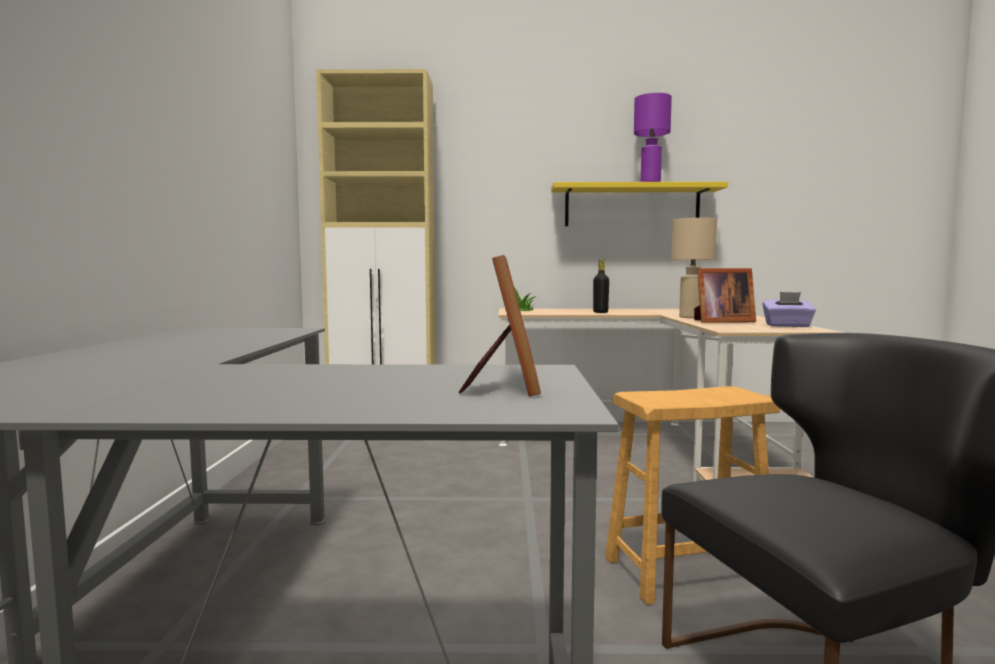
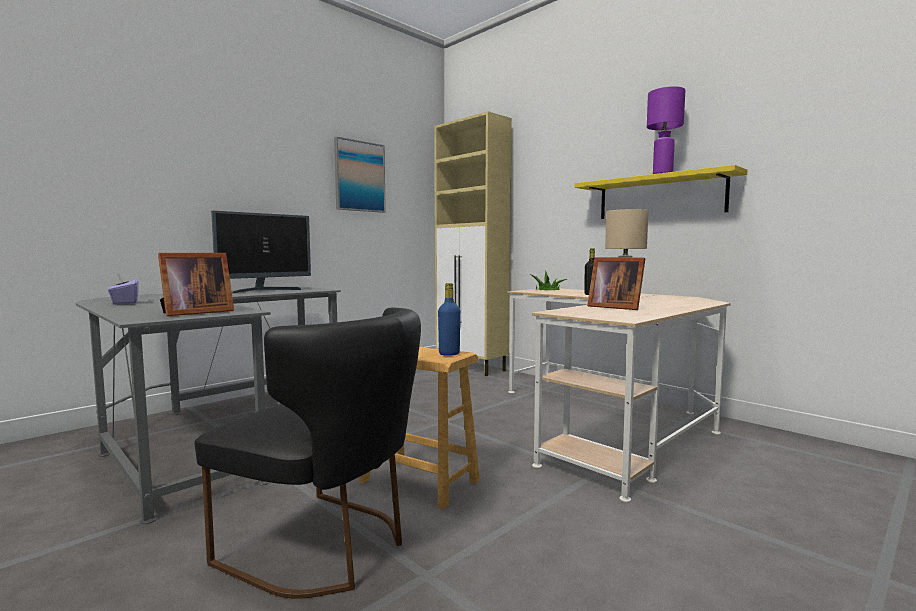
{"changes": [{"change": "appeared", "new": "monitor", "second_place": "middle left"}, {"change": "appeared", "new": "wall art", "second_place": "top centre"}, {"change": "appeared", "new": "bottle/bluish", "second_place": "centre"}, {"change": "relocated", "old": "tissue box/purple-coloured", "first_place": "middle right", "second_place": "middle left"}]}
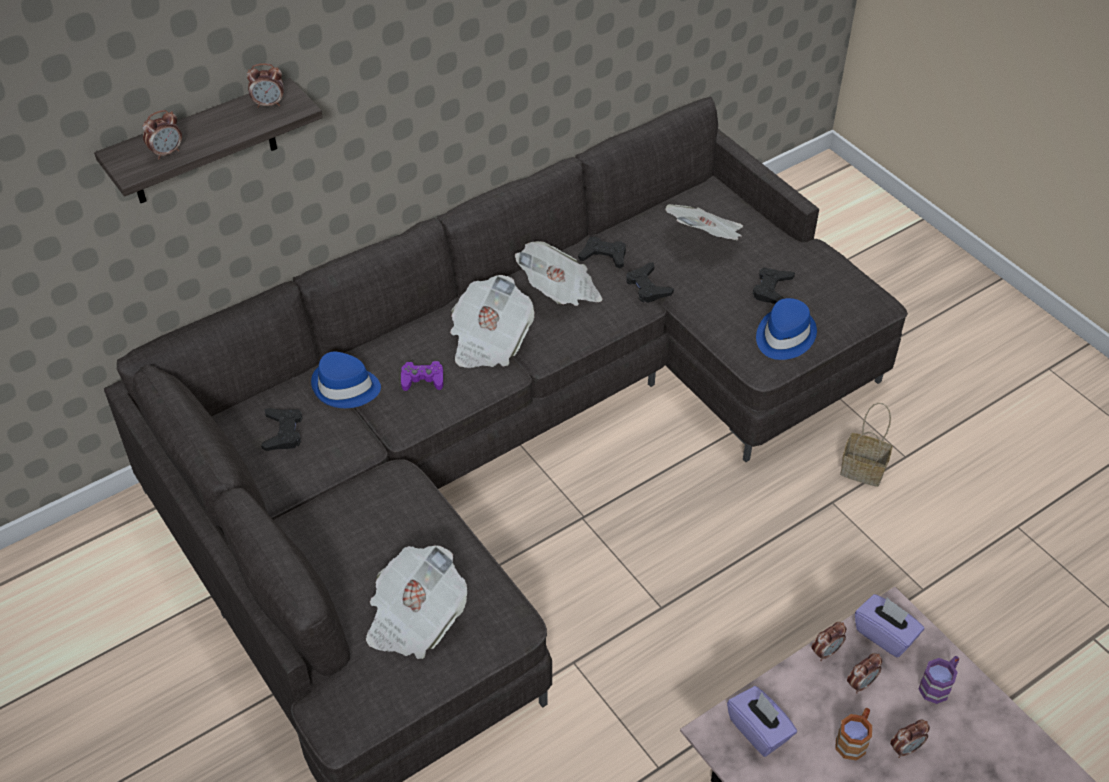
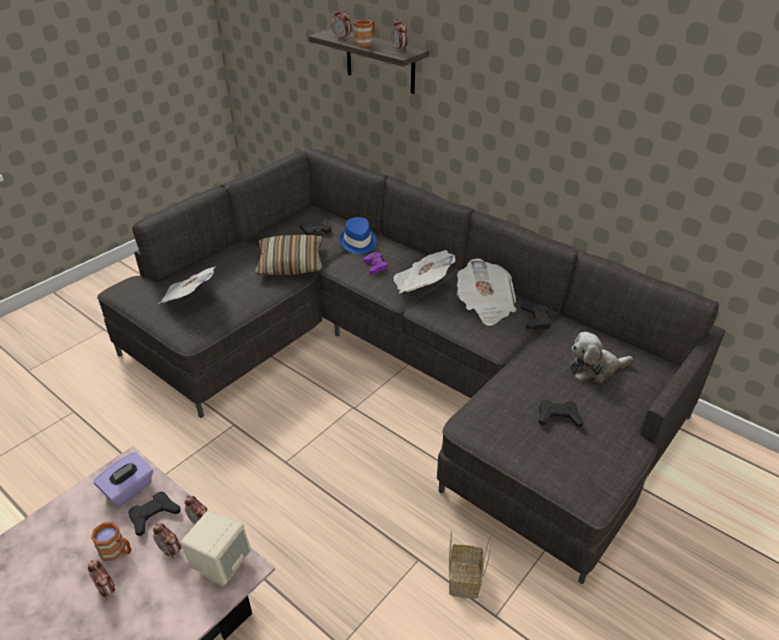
{"changes": [{"change": "missing", "old": "hat/bluish (no. 2 from left)", "first_place": "middle right"}, {"change": "missing", "old": "mug/purple-coloured", "first_place": "bottom right"}, {"change": "appeared", "new": "cushion", "second_place": "centre"}, {"change": "appeared", "new": "mug/brown-coloured (no. 2 from left)", "second_place": "top centre"}, {"change": "relocated", "old": "joypad/black (no. 3 from left in the first image)", "new": "joypad/black (no. 1 from left)", "first_place": "centre", "second_place": "bottom left"}, {"change": "exchanged", "old": "printed paper (no. 4 from left)", "new": "soft toy", "first_place": "top centre", "second_place": "middle right"}, {"change": "exchanged", "old": "tissue box/purple-coloured (no. 2 from left)", "new": "audio speaker/beige", "first_place": "bottom right", "second_place": "bottom left"}]}
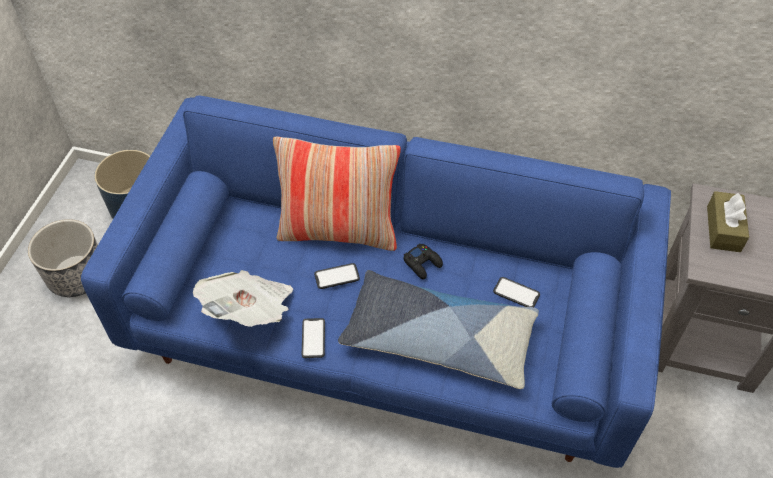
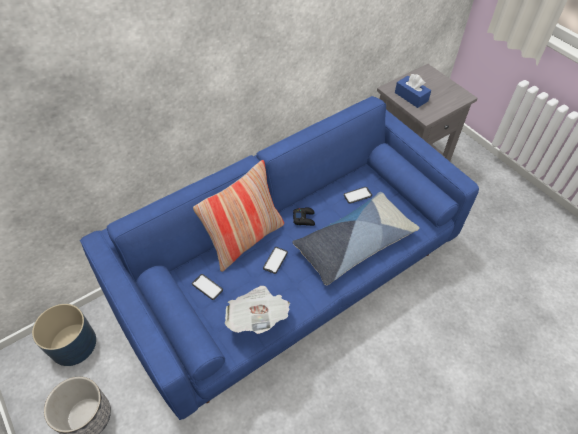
{"changes": [{"change": "relocated", "old": "handset (no. 1 from left)", "first_place": "bottom centre", "second_place": "centre"}, {"change": "colour", "old": "tissue box/brown-coloured", "new": "tissue box/bluish", "first_place": "middle right", "second_place": "top right"}]}
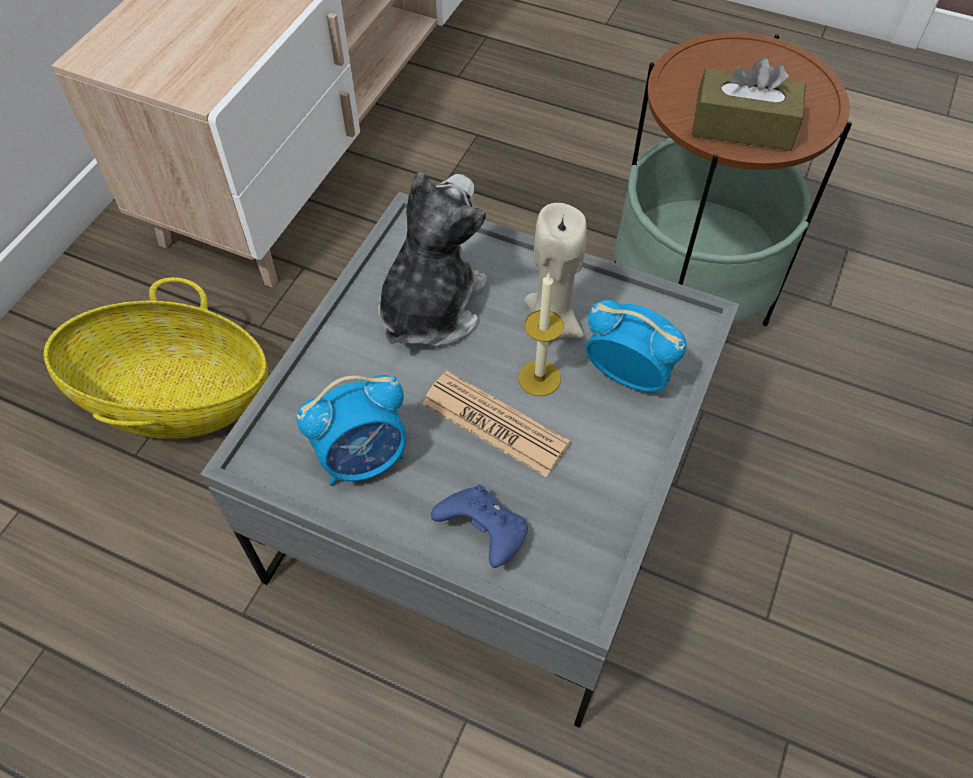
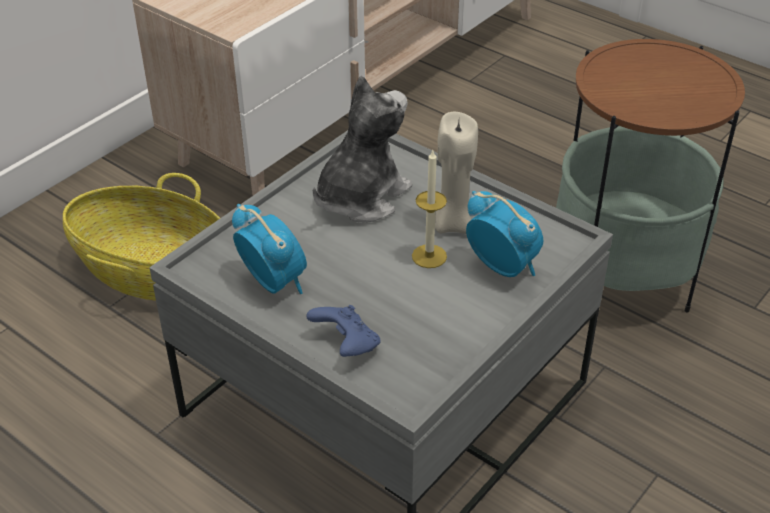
{"changes": [{"change": "missing", "old": "printed paper", "first_place": "centre"}, {"change": "missing", "old": "tissue box/brown-coloured", "first_place": "top right"}, {"change": "spun", "old": "alarm clock (no. 1 from left)", "first_place": "centre", "second_place": "centre", "degrees": -120}]}
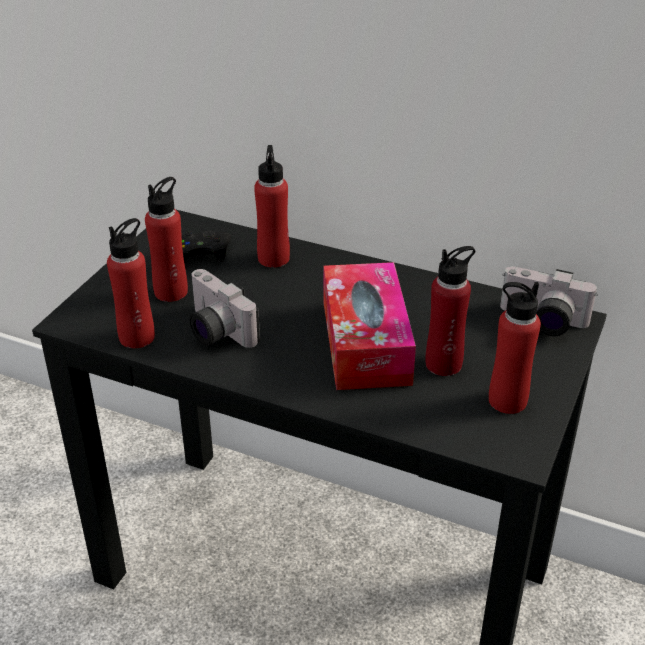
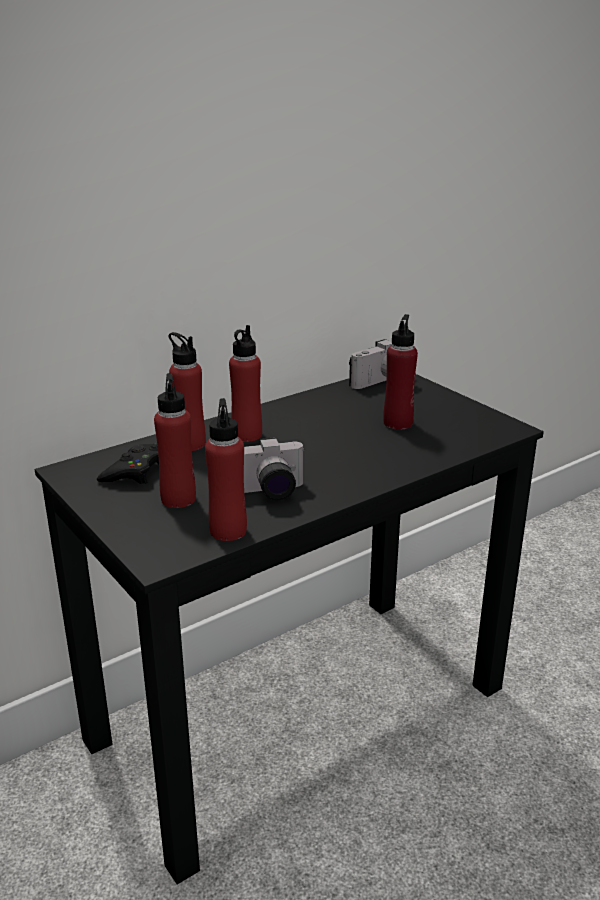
{"changes": [{"change": "missing", "old": "tissue box", "first_place": "centre"}, {"change": "relocated", "old": "bottle/red-coloured (no. 5 from left in the first image)", "new": "bottle/red-coloured (no. 4 from left)", "first_place": "middle right", "second_place": "centre"}]}
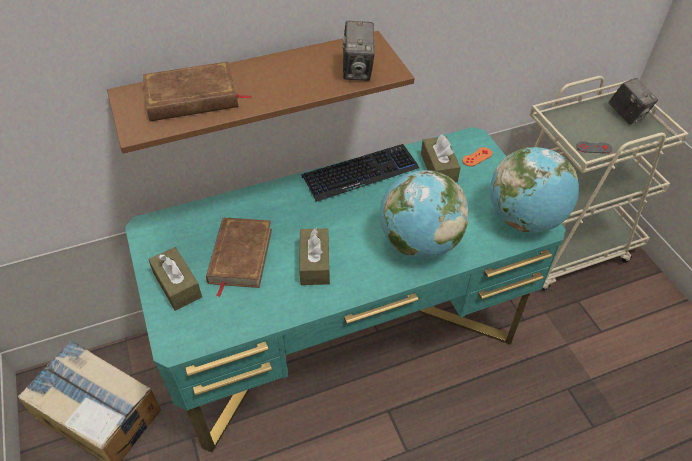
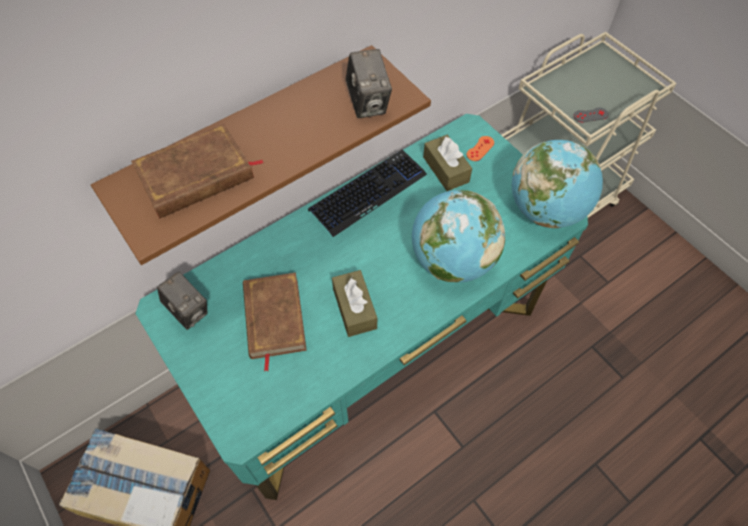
{"changes": [{"change": "missing", "old": "tissue box/brown-coloured (no. 1 from left)", "first_place": "middle left"}, {"change": "relocated", "old": "photo camera (no. 2 from left in the first image)", "new": "photo camera (no. 1 from left)", "first_place": "top right", "second_place": "middle left"}]}
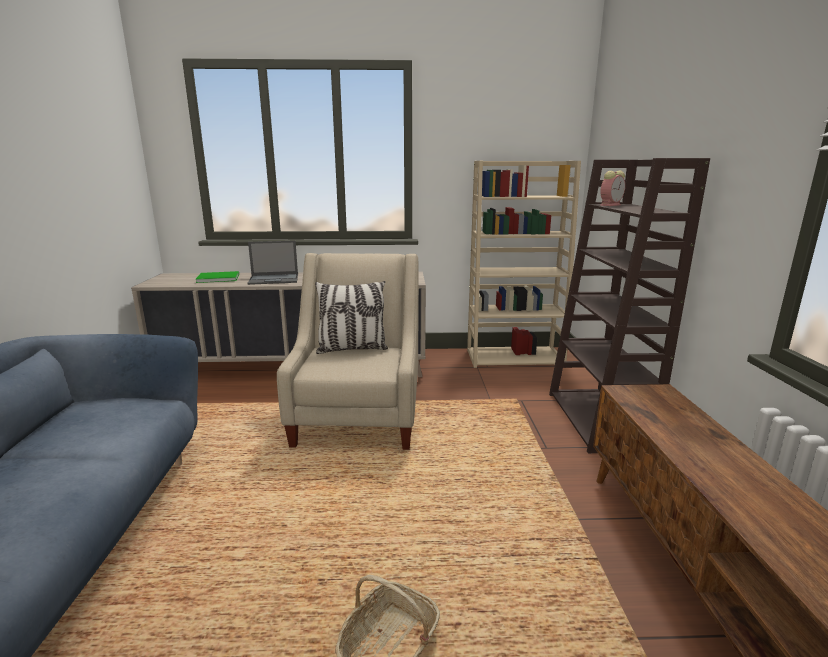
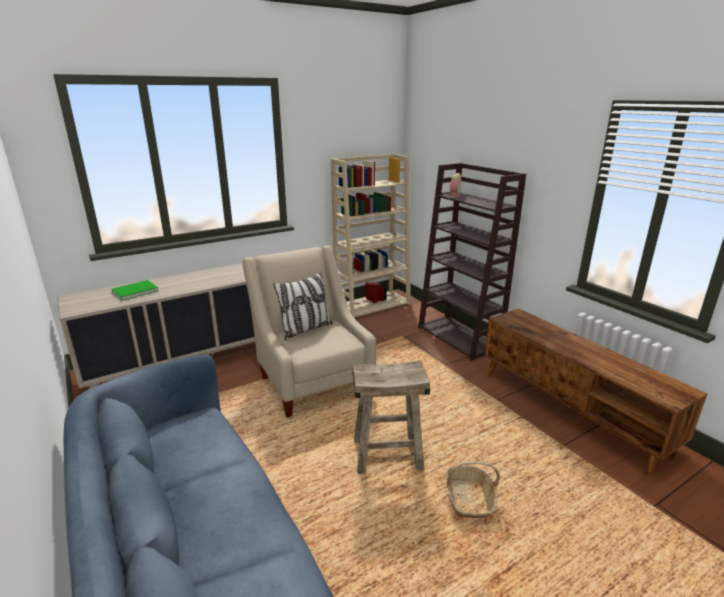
{"changes": [{"change": "missing", "old": "notebook computer", "first_place": "middle left"}, {"change": "appeared", "new": "sitting stool/beige", "second_place": "bottom centre"}]}
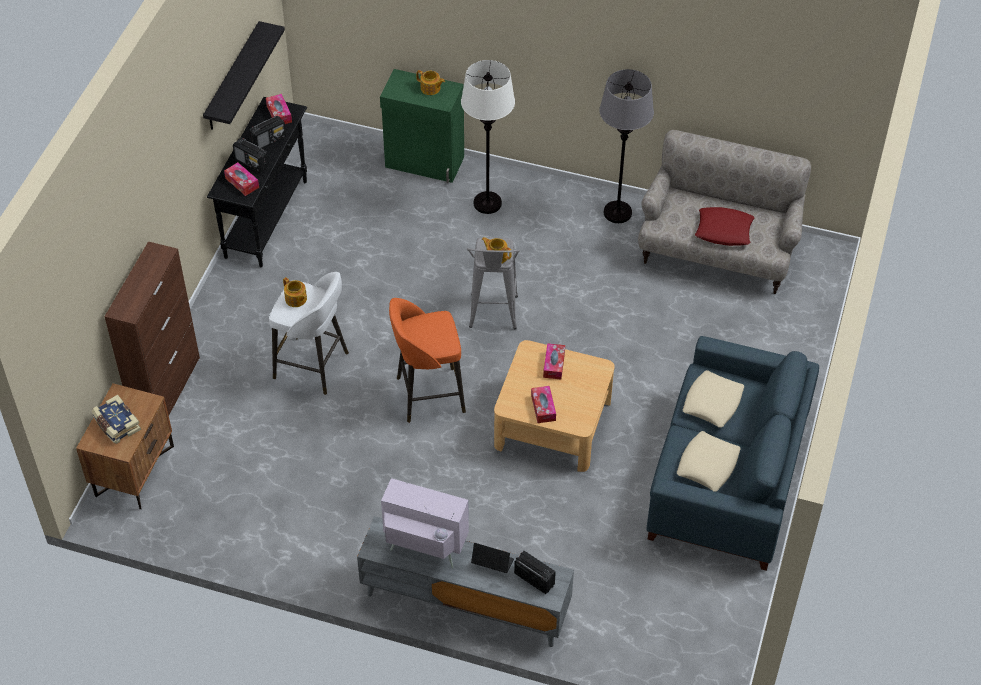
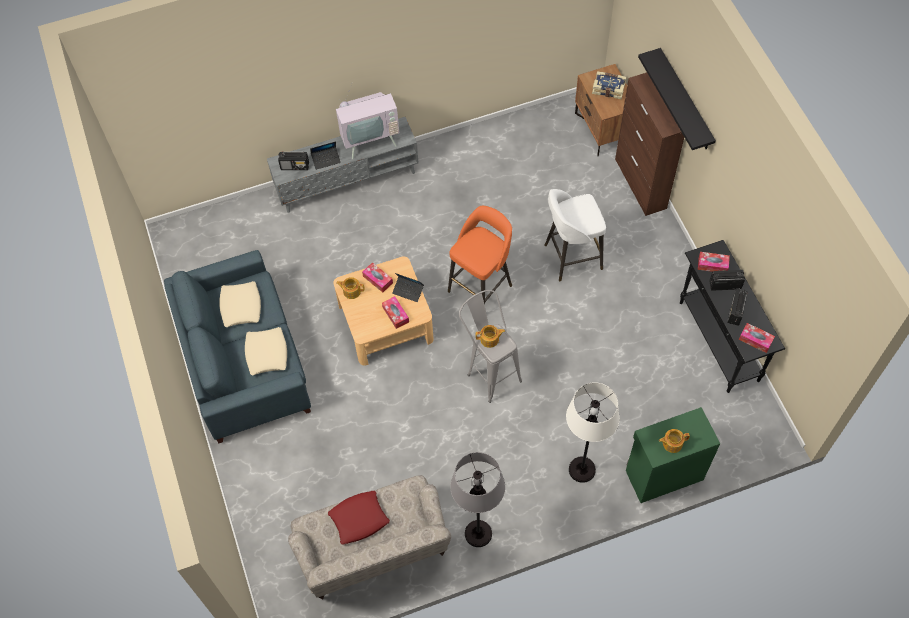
{"changes": [{"change": "appeared", "new": "notebook computer (no. 2 from left)", "second_place": "centre"}, {"change": "relocated", "old": "wall shelf/black", "first_place": "top left", "second_place": "top right"}, {"change": "relocated", "old": "teapot (no. 1 from left)", "first_place": "middle left", "second_place": "centre"}]}
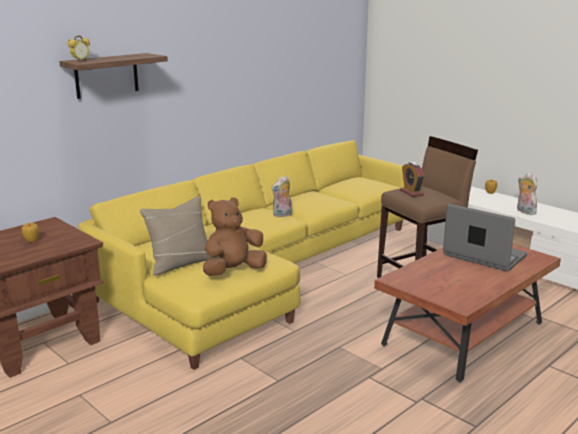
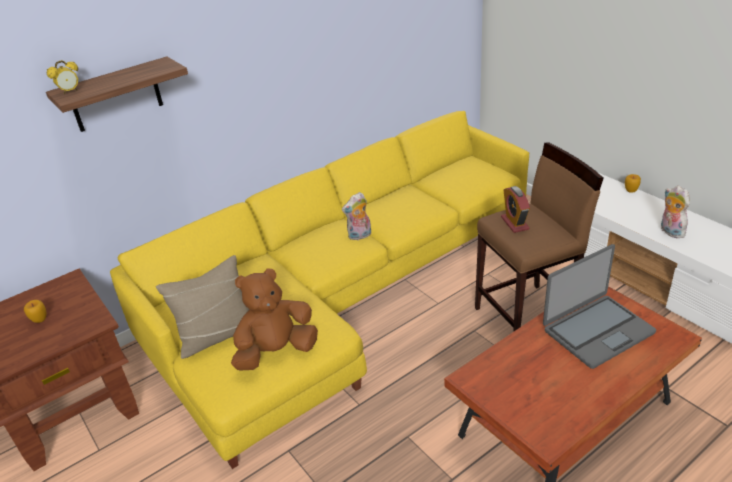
{"changes": [{"change": "spun", "old": "notebook computer", "first_place": "middle right", "second_place": "middle right", "degrees": 105}]}
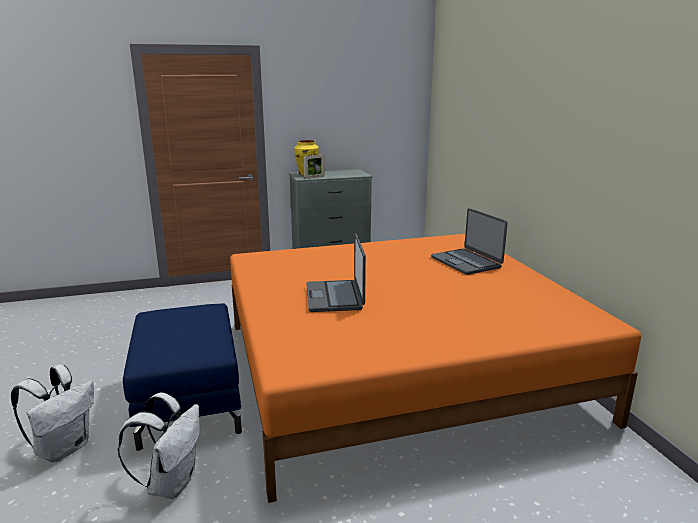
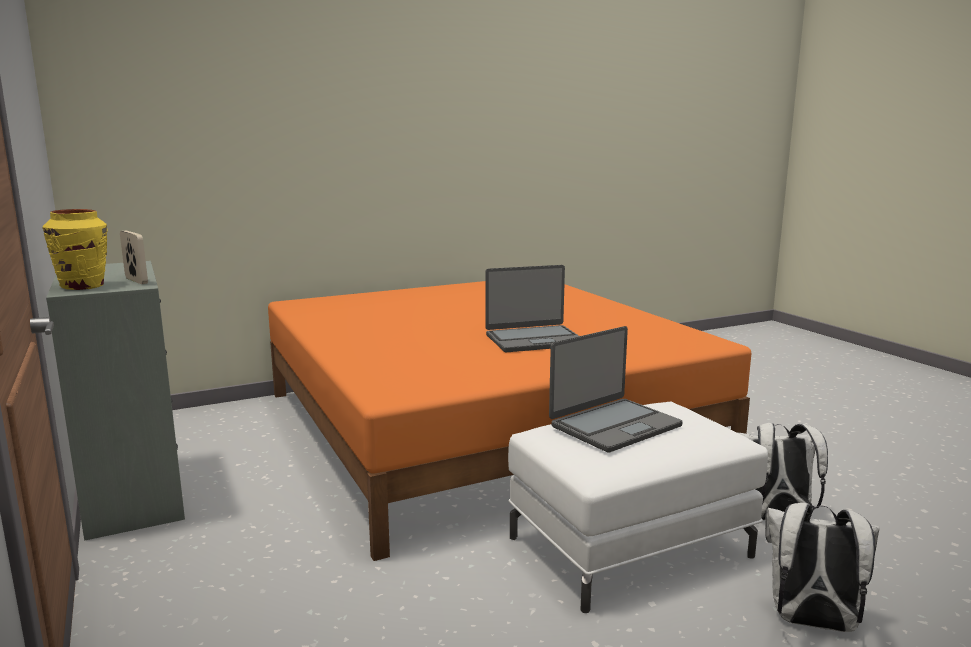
{"changes": [{"change": "relocated", "old": "notebook computer (no. 2 from left)", "first_place": "middle right", "second_place": "centre"}, {"change": "colour", "old": "pouffe/bluish", "new": "pouffe/white-coloured", "first_place": "bottom left", "second_place": "bottom centre"}]}
